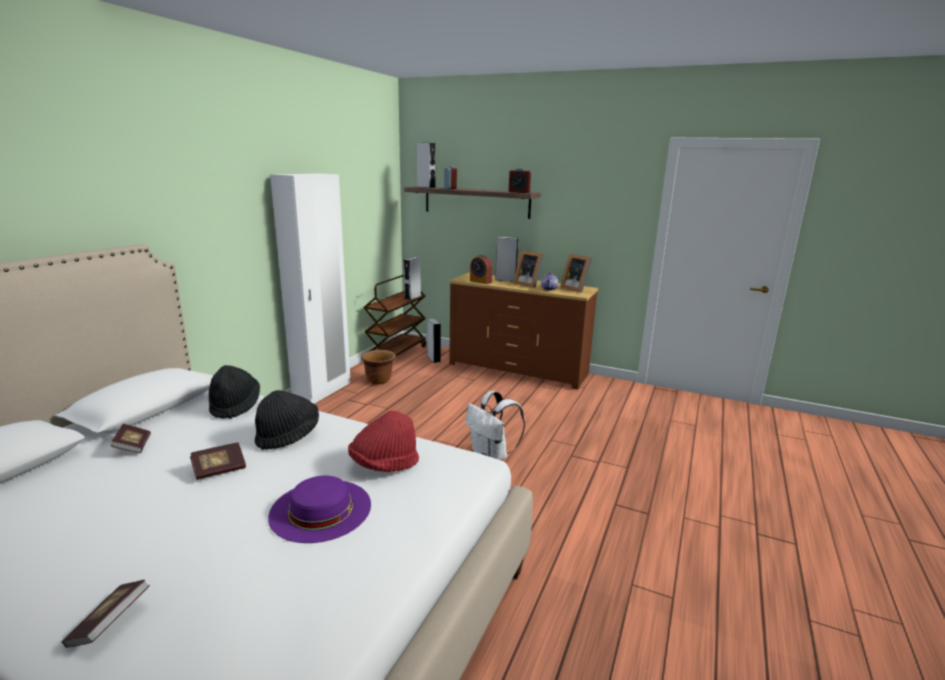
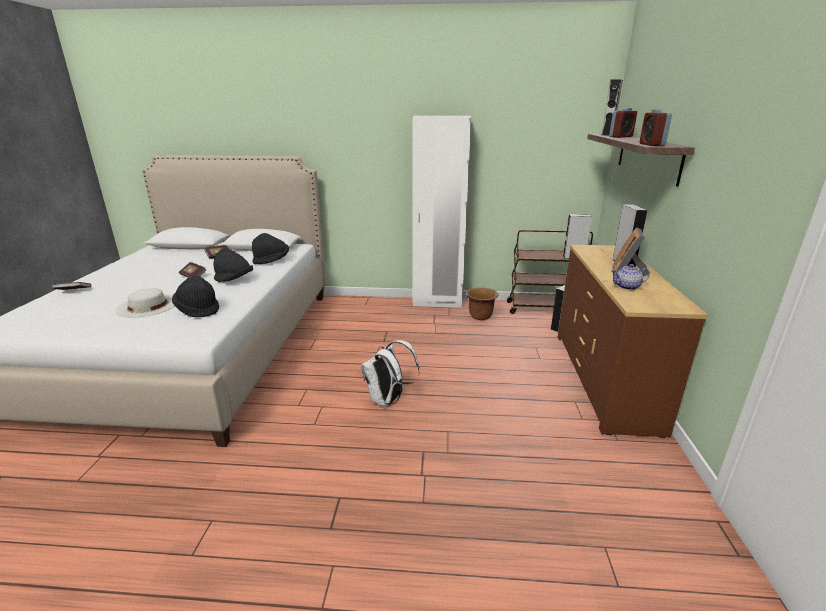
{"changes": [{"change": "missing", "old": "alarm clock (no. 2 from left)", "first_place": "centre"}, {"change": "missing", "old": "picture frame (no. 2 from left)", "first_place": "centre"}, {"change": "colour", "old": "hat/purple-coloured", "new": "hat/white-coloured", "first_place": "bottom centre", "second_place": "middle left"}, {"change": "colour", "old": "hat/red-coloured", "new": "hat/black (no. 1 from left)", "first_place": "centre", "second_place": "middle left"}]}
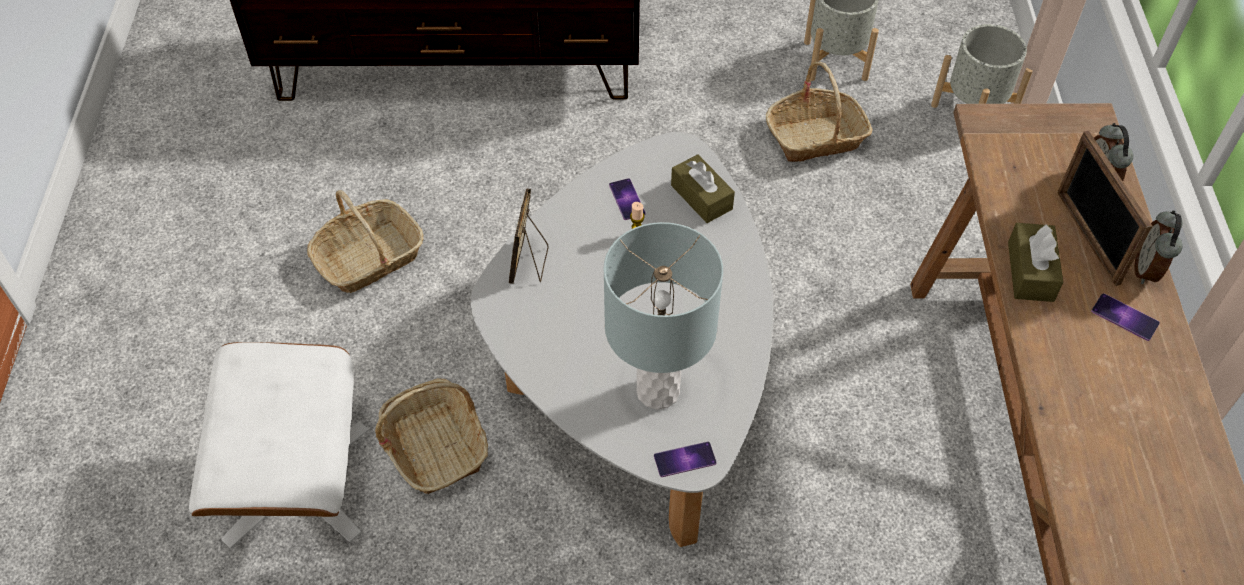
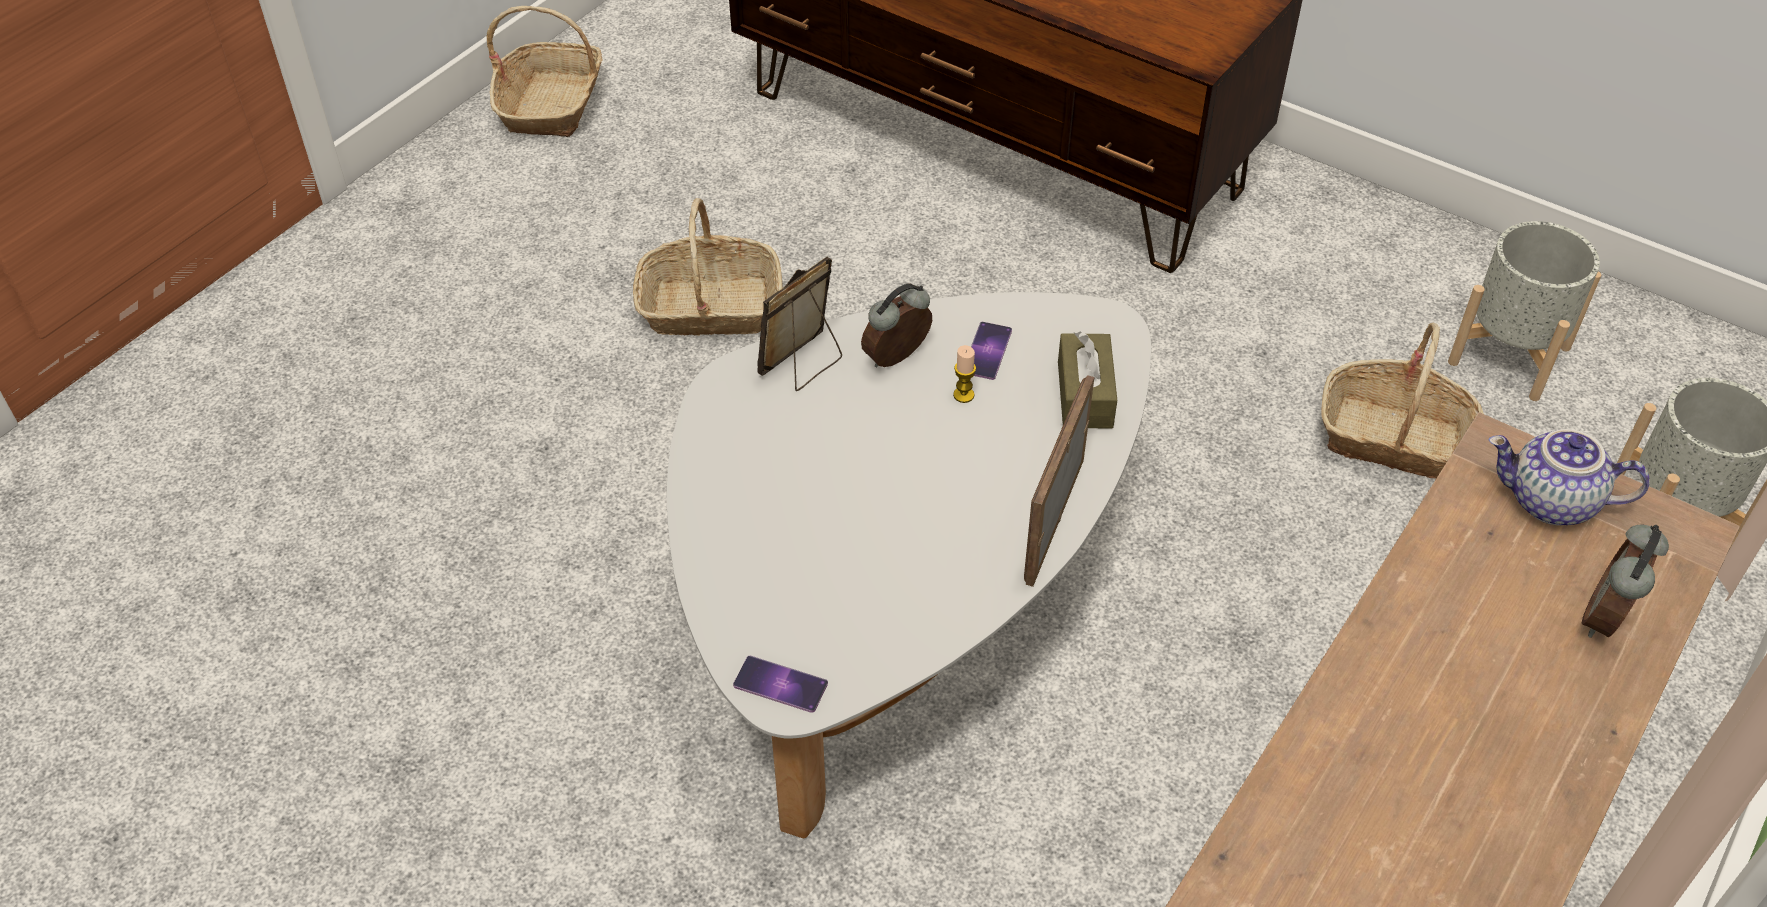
{"changes": [{"change": "missing", "old": "pouffe/white-coloured", "first_place": "bottom left"}, {"change": "missing", "old": "lamp for a table/grey", "first_place": "centre"}, {"change": "missing", "old": "tissue box/brown-coloured (no. 2 from left)", "first_place": "middle right"}, {"change": "missing", "old": "handset (no. 3 from left)", "first_place": "middle right"}, {"change": "appeared", "new": "teapot", "second_place": "middle right"}, {"change": "relocated", "old": "storage basket (no. 2 from left in the first image)", "new": "storage basket (no. 1 from left)", "first_place": "bottom centre", "second_place": "top left"}, {"change": "relocated", "old": "picture frame (no. 2 from left)", "first_place": "middle right", "second_place": "centre"}, {"change": "relocated", "old": "alarm clock (no. 2 from left in the first image)", "new": "alarm clock (no. 1 from left)", "first_place": "middle right", "second_place": "centre"}]}
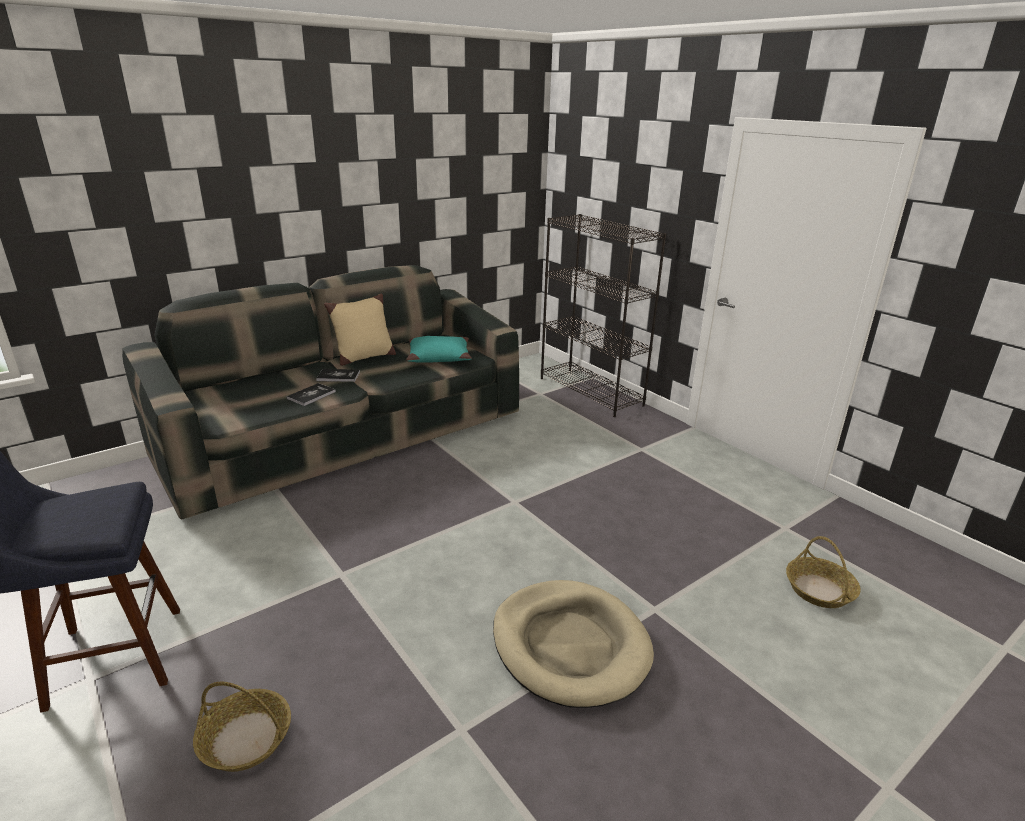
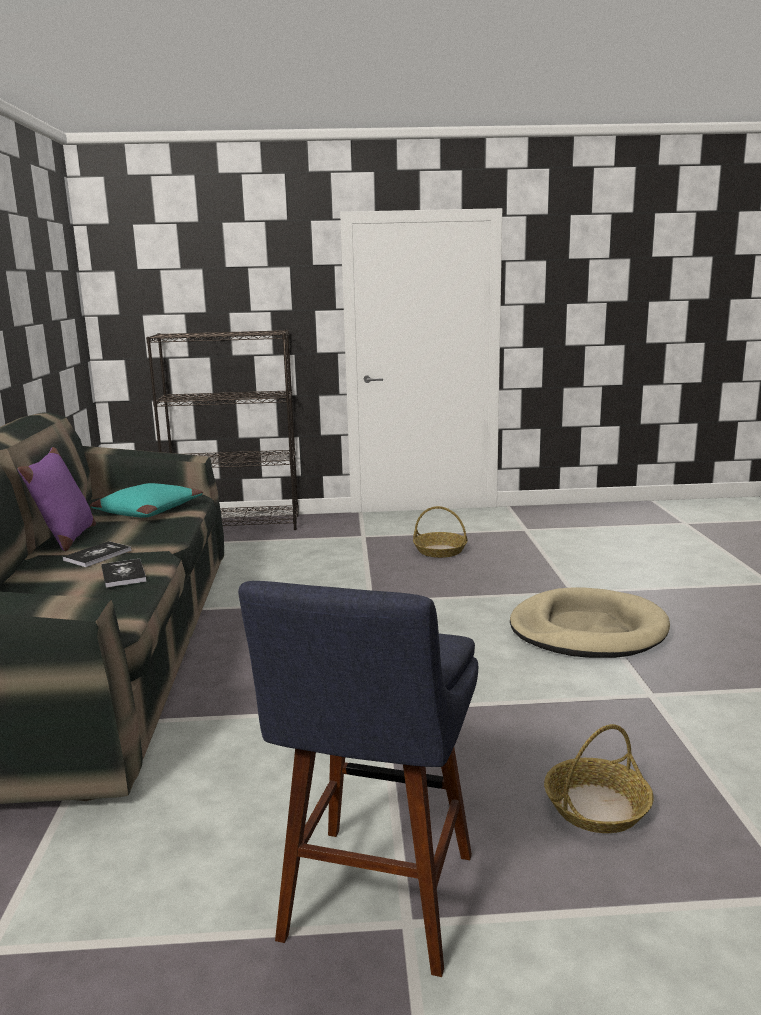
{"changes": [{"change": "relocated", "old": "storage basket (no. 2 from left in the first image)", "new": "storage basket (no. 1 from left)", "first_place": "bottom right", "second_place": "centre"}, {"change": "colour", "old": "cushion/beige", "new": "cushion/purple-coloured", "first_place": "centre", "second_place": "middle left"}]}
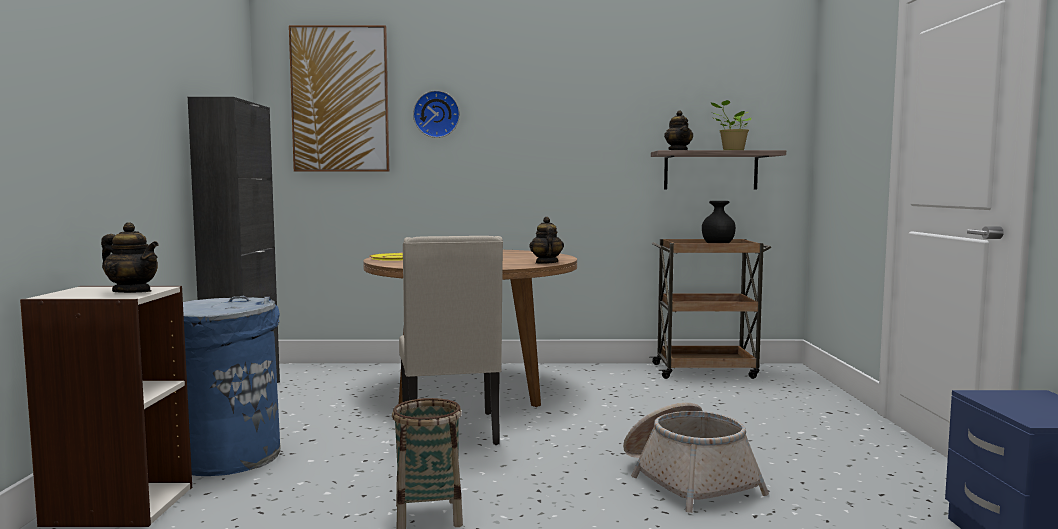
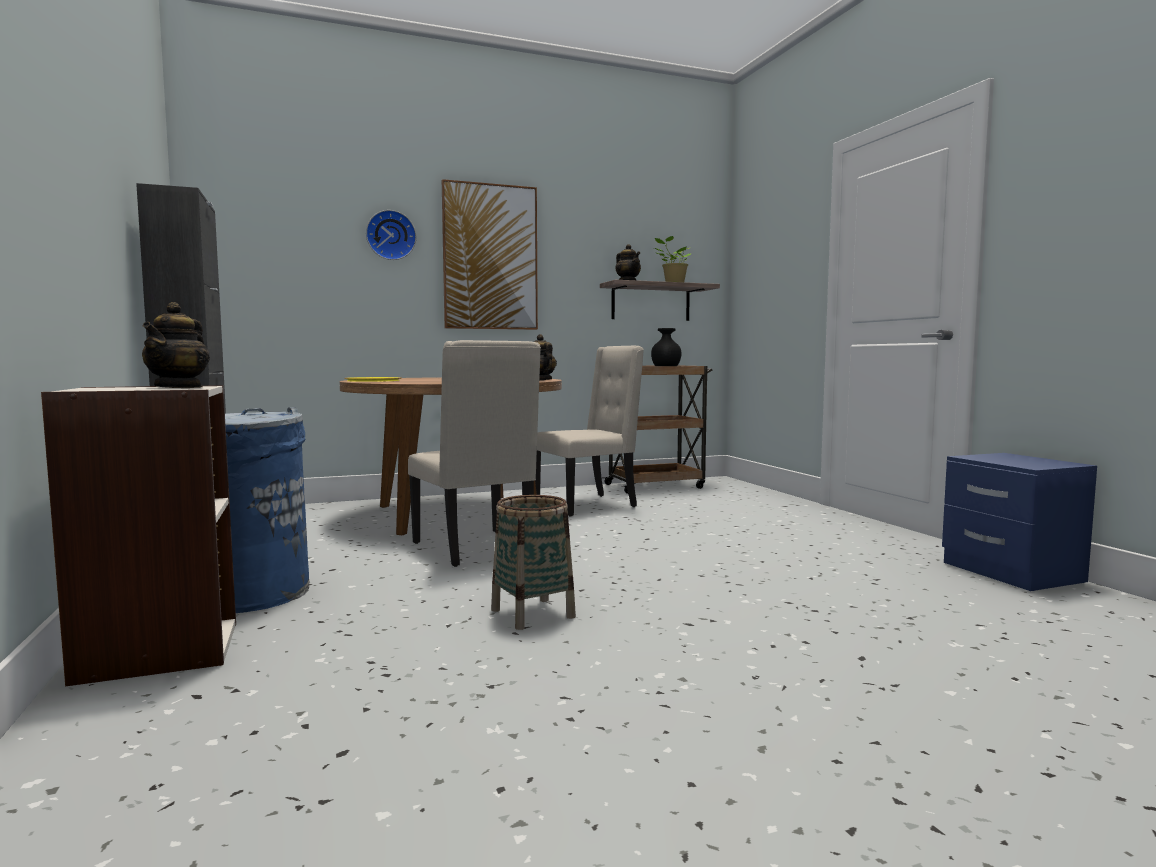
{"changes": [{"change": "missing", "old": "storage basket (no. 2 from left)", "first_place": "bottom centre"}, {"change": "appeared", "new": "upright chair/beige (no. 2 from left)", "second_place": "centre"}, {"change": "relocated", "old": "wall art", "first_place": "top left", "second_place": "top centre"}, {"change": "spun", "old": "teapot (no. 1 from left)", "first_place": "middle left", "second_place": "middle left", "degrees": 90}]}
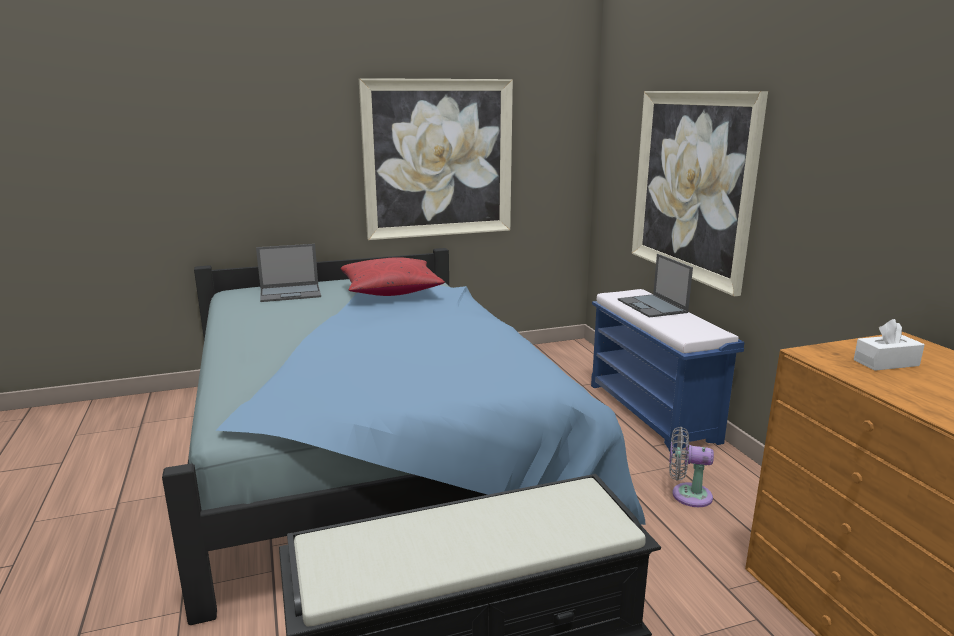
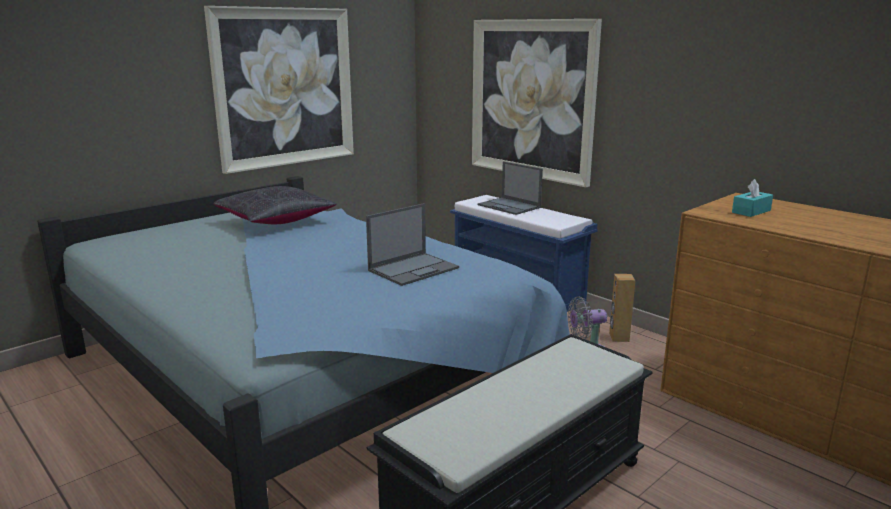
{"changes": [{"change": "appeared", "new": "audio speaker/brown-coloured", "second_place": "middle right"}, {"change": "relocated", "old": "notebook computer (no. 1 from left)", "first_place": "middle left", "second_place": "centre"}, {"change": "colour", "old": "cushion/red-coloured", "new": "cushion/black", "first_place": "centre", "second_place": "middle left"}, {"change": "colour", "old": "tissue box/white-coloured", "new": "tissue box/turquoise", "first_place": "middle right", "second_place": "middle right"}]}
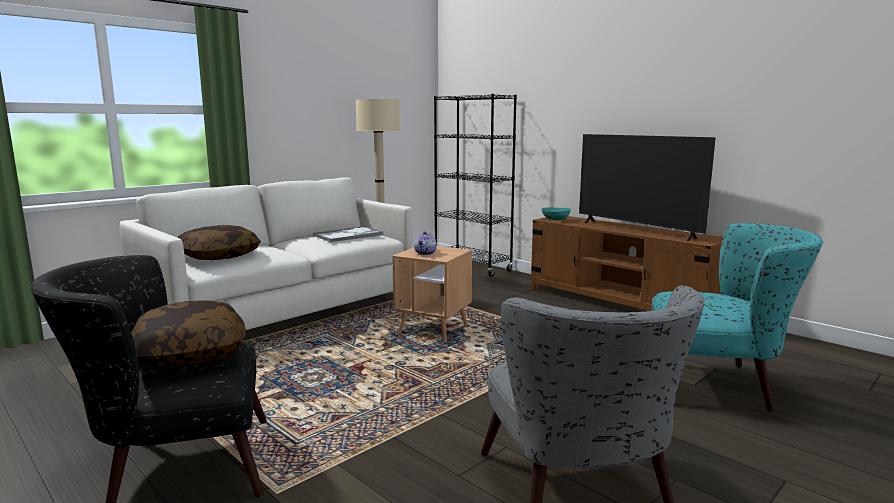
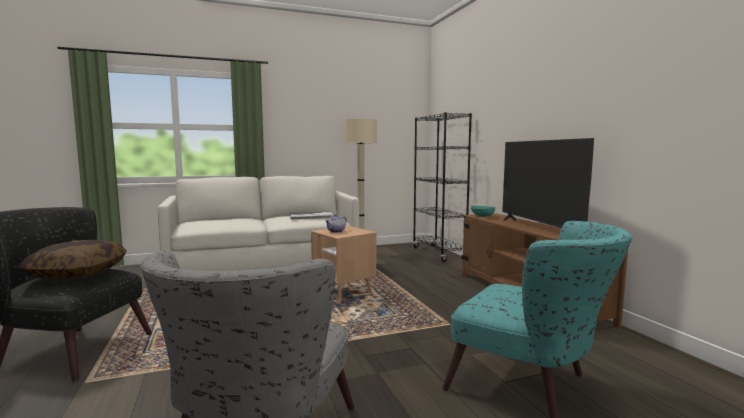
{"changes": [{"change": "missing", "old": "cushion (no. 2 from left)", "first_place": "middle left"}]}
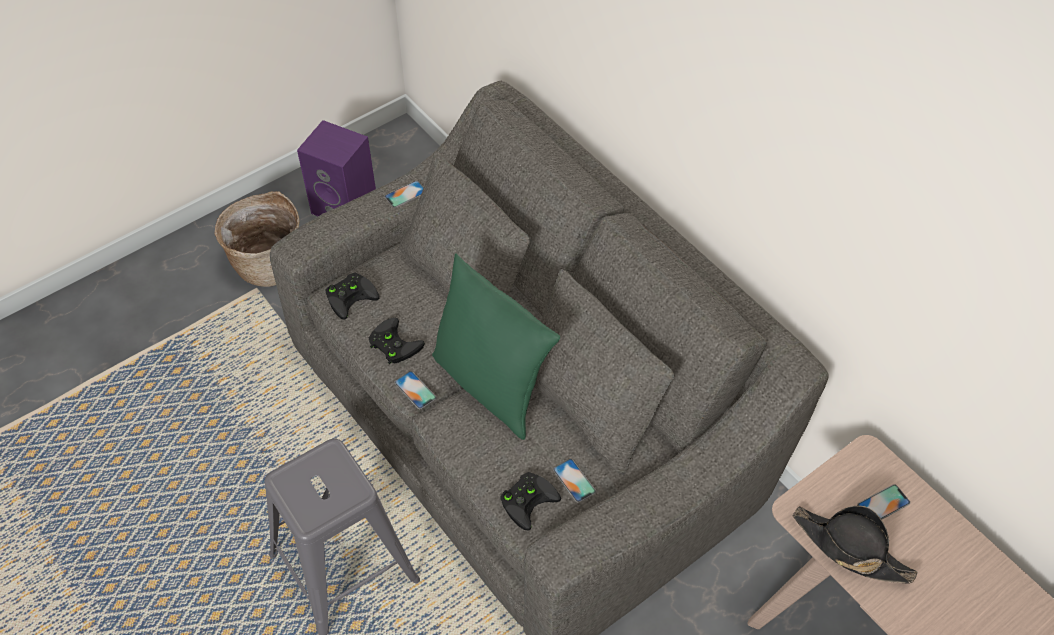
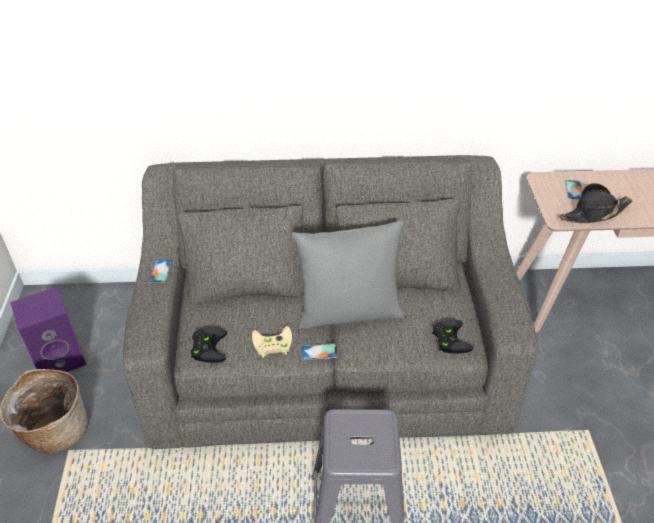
{"changes": [{"change": "missing", "old": "handset (no. 3 from left)", "first_place": "bottom centre"}, {"change": "colour", "old": "joypad/black (no. 2 from left)", "new": "joypad/beige", "first_place": "centre", "second_place": "centre"}, {"change": "colour", "old": "cushion/green-coloured", "new": "cushion/grey", "first_place": "centre", "second_place": "centre"}]}
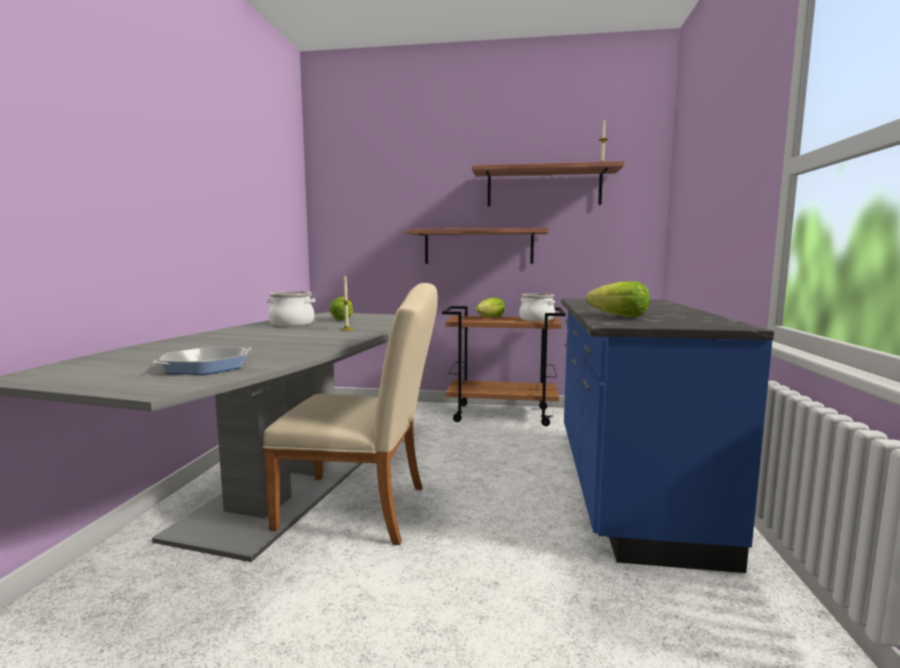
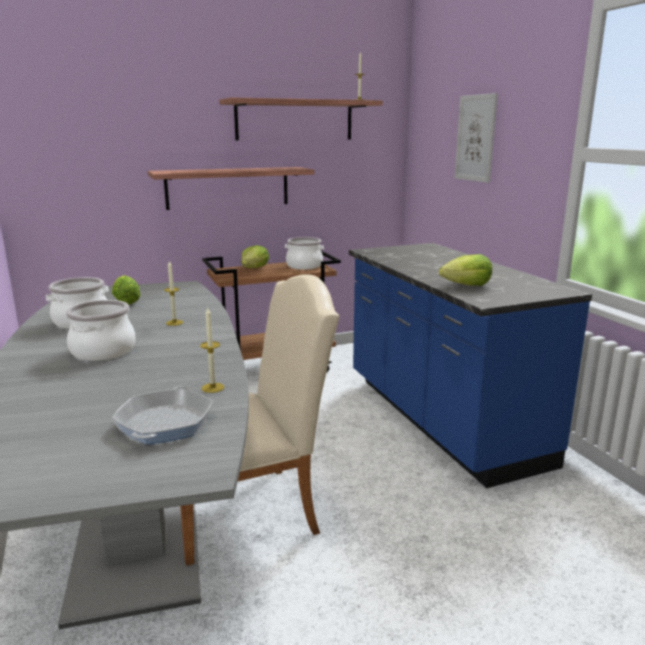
{"changes": [{"change": "appeared", "new": "saucepot (no. 2 from left)", "second_place": "middle left"}, {"change": "appeared", "new": "wax candle (no. 2 from left)", "second_place": "middle left"}, {"change": "appeared", "new": "wall art", "second_place": "top right"}]}
